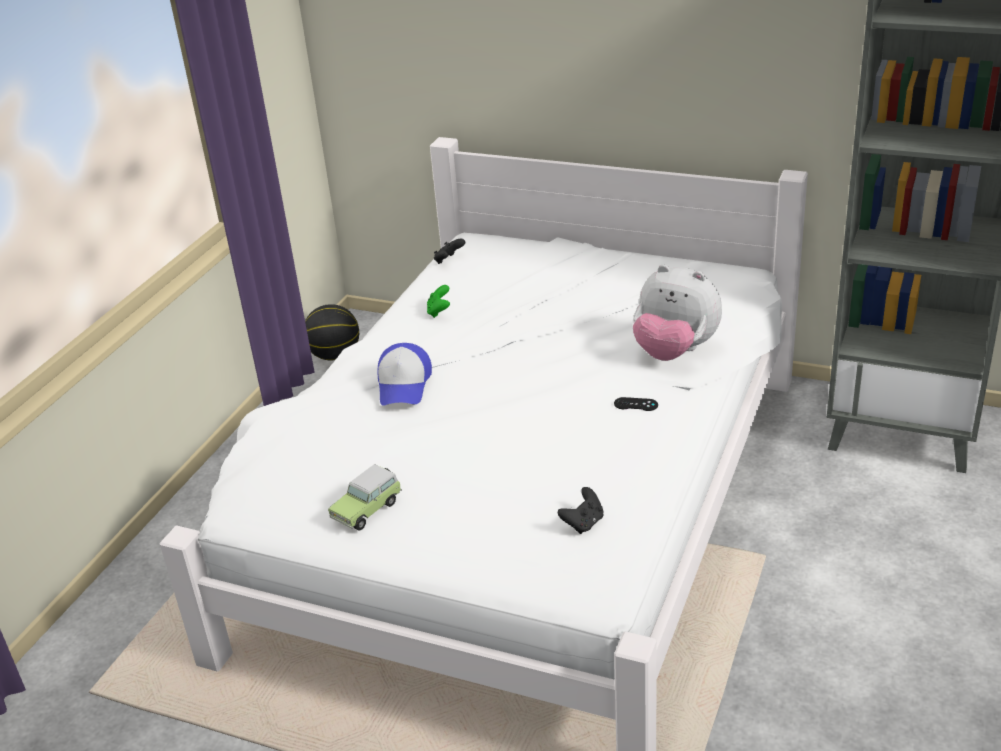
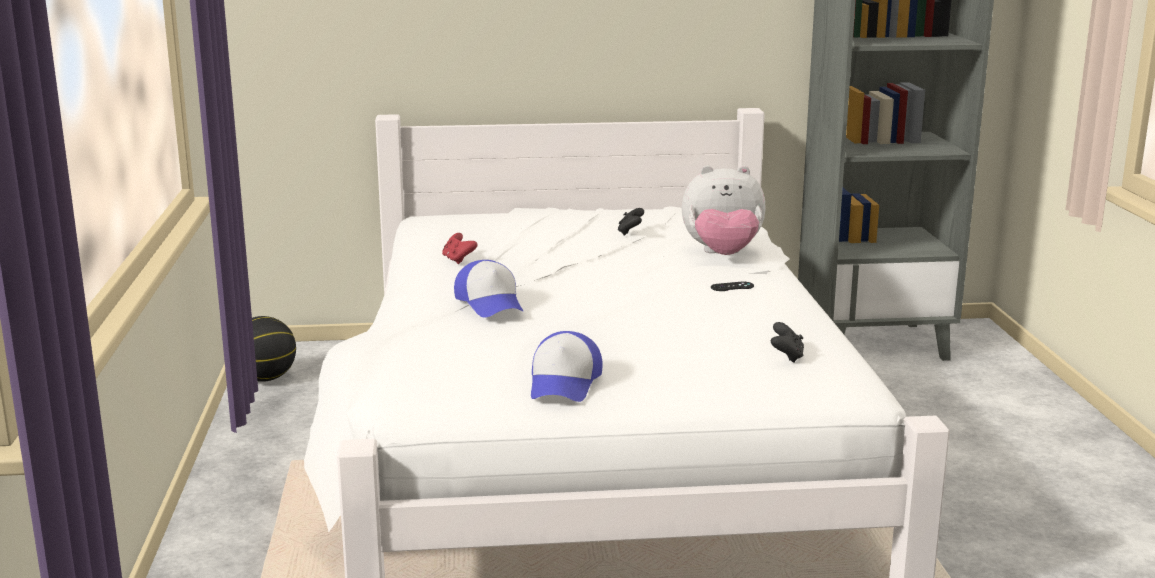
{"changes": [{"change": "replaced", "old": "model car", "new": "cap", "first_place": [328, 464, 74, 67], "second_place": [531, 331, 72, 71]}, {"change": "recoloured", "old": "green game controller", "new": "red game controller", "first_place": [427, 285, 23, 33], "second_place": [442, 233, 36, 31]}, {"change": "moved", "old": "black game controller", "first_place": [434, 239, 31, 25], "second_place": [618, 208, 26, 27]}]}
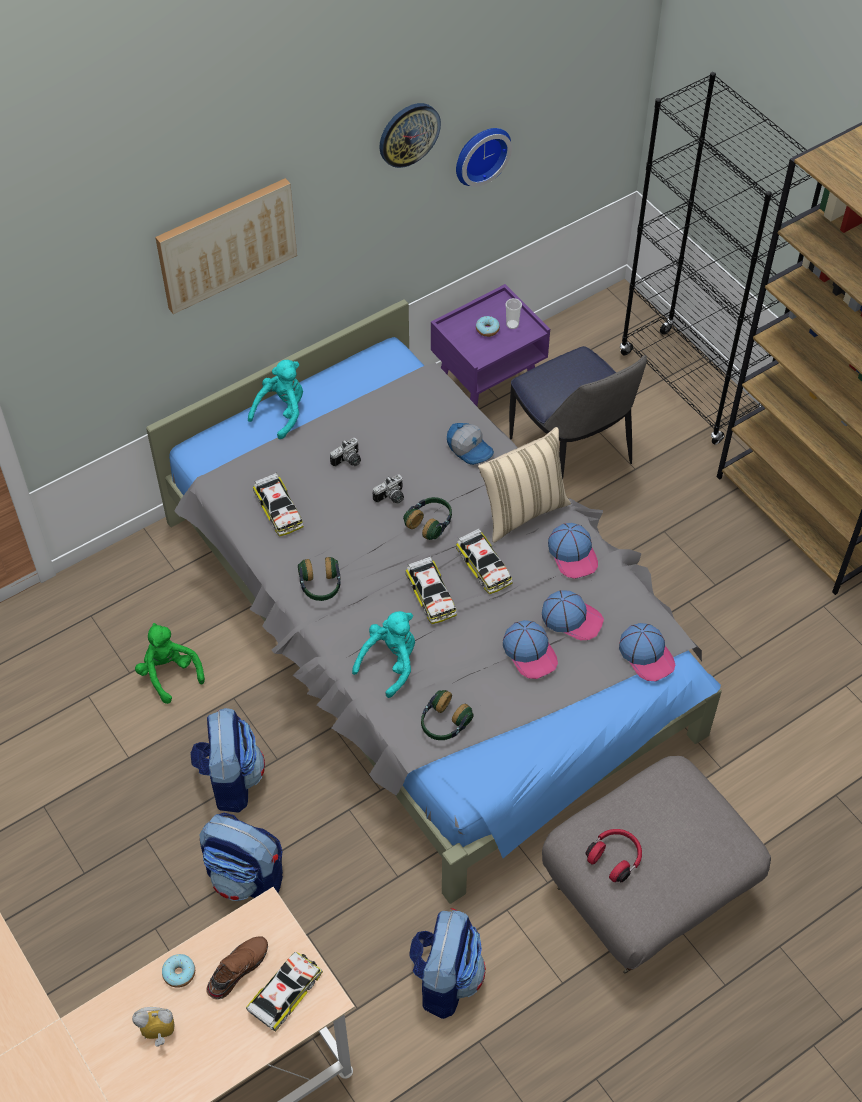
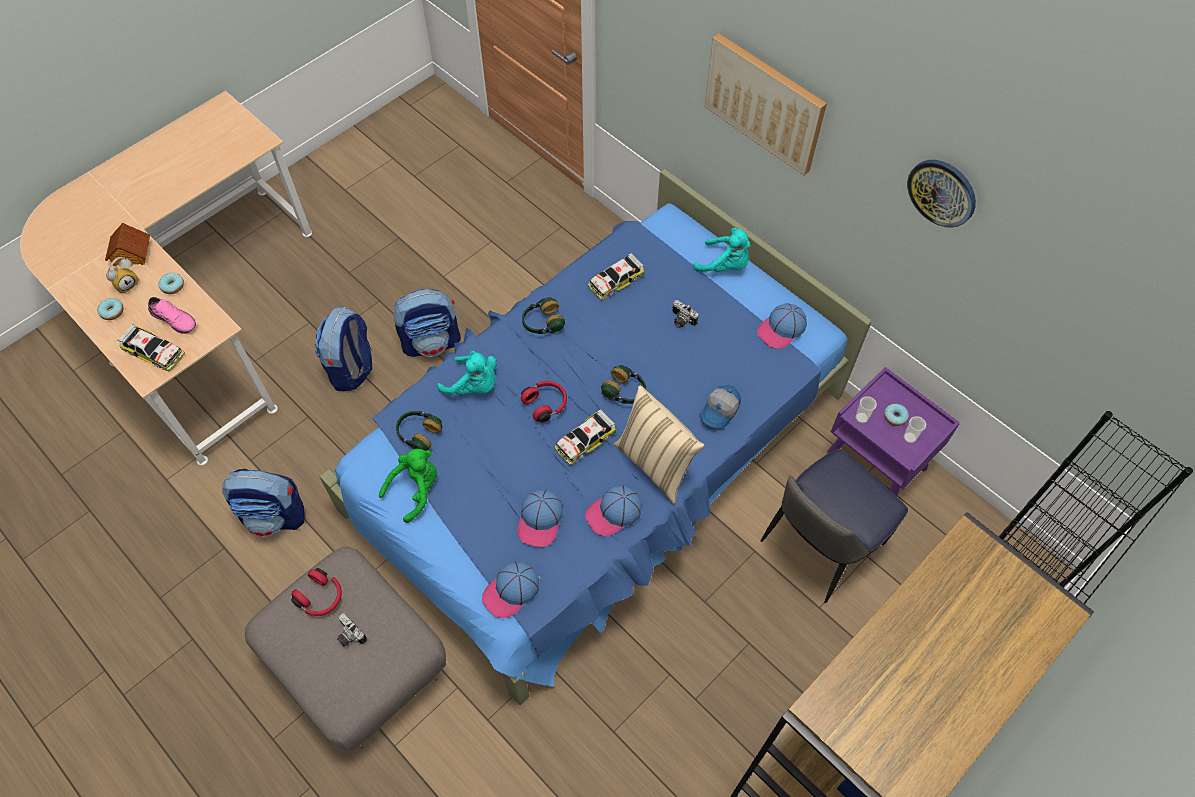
{"changes": [{"change": "turned", "old": "bedside clock", "first_place": [132, 1007, 42, 40], "second_place": [106, 257, 33, 37], "degrees": 60}, {"change": "moved", "old": "green soft toy", "first_place": [135, 623, 70, 81], "second_place": [379, 449, 58, 74]}, {"change": "recoloured", "old": "greyish bed", "new": "blue-coloured bed", "first_place": [146, 299, 576, 605], "second_place": [320, 169, 552, 536]}, {"change": "recoloured", "old": "brown shoe", "new": "pinkish shoe", "first_place": [206, 937, 62, 63], "second_place": [148, 297, 48, 37]}, {"change": "moved", "old": "photo camera", "first_place": [373, 474, 31, 30], "second_place": [337, 613, 30, 34]}, {"change": "replaced", "old": "model car", "new": "red headset", "first_place": [406, 556, 51, 68], "second_place": [521, 381, 46, 42]}, {"change": "removed", "old": "hanging clock", "first_place": [456, 128, 56, 59]}, {"change": "moved", "old": "cap", "first_place": [503, 620, 55, 59], "second_place": [757, 303, 50, 46]}, {"change": "added", "new": "doughnut", "second_place": [97, 298, 27, 22]}, {"change": "added", "new": "miniature house", "second_place": [105, 222, 45, 44]}, {"change": "added", "new": "drinking cup", "second_place": [855, 396, 22, 27]}]}
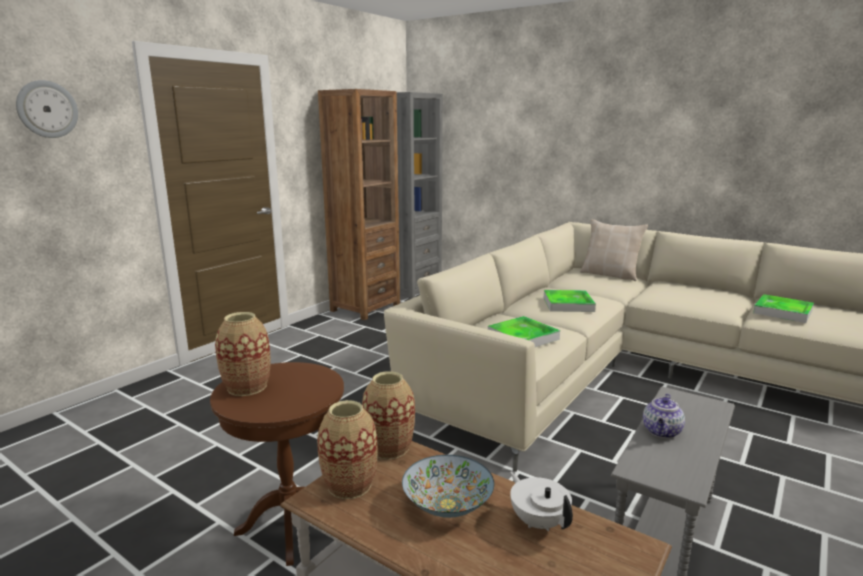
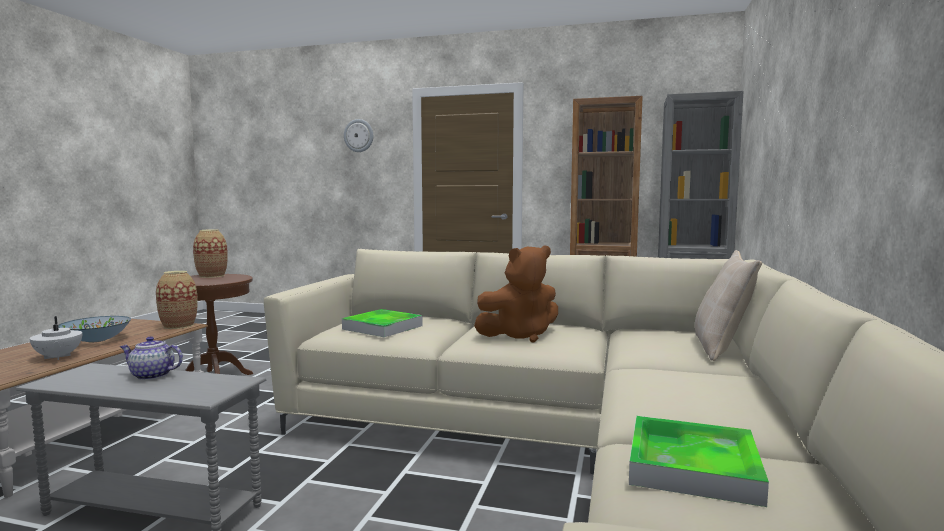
{"changes": [{"change": "removed", "old": "decorative vase", "first_place": [317, 400, 61, 99]}, {"change": "turned", "old": "whitish teapot", "first_place": [510, 471, 63, 60], "second_place": [29, 316, 53, 44], "degrees": 105}, {"change": "replaced", "old": "tray", "new": "brown soft toy", "first_place": [544, 290, 52, 22], "second_place": [474, 245, 84, 98]}]}
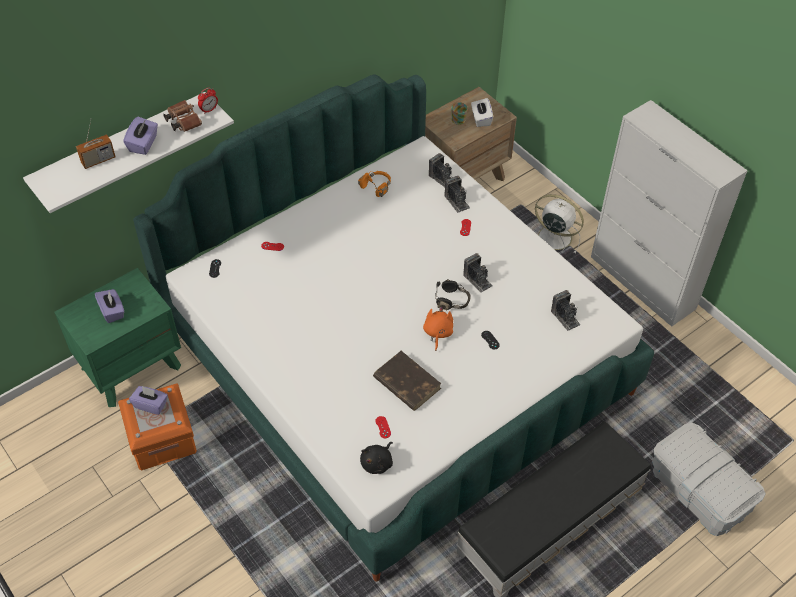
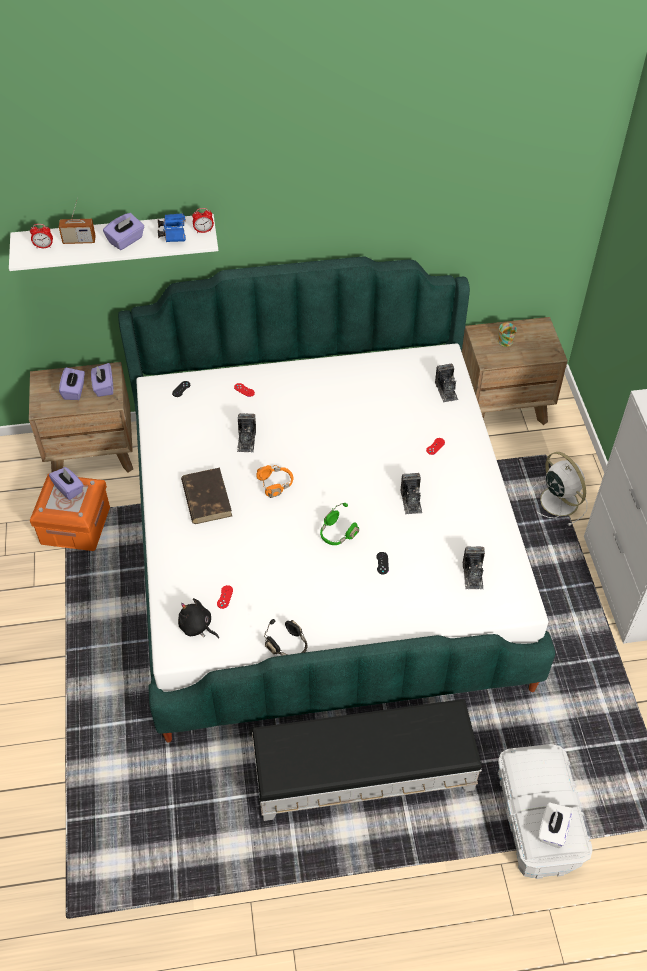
{"changes": [{"change": "recoloured", "old": "green night table", "new": "brown night table", "first_place": [54, 268, 127, 139], "second_place": [29, 362, 104, 110]}, {"change": "recoloured", "old": "brown pair of binoculars", "new": "blue-coloured pair of binoculars", "first_place": [163, 100, 39, 32], "second_place": [158, 213, 28, 29]}, {"change": "moved", "old": "orange headset", "first_place": [358, 171, 33, 26], "second_place": [256, 465, 38, 33]}, {"change": "turned", "old": "black soft toy", "first_place": [360, 442, 33, 32], "second_place": [178, 598, 41, 41], "degrees": 60}, {"change": "moved", "old": "brown book", "first_place": [373, 351, 68, 60], "second_place": [181, 467, 51, 57]}, {"change": "replaced", "old": "orange soft toy", "new": "green headset", "first_place": [423, 306, 30, 45], "second_place": [320, 503, 39, 42]}, {"change": "moved", "old": "black headset", "first_place": [435, 279, 36, 31], "second_place": [264, 619, 43, 37]}, {"change": "moved", "old": "photo camera", "first_place": [444, 176, 26, 37], "second_place": [237, 413, 19, 39]}, {"change": "moved", "old": "whitish tissue holder", "first_place": [471, 98, 22, 29], "second_place": [539, 802, 34, 46]}, {"change": "added", "new": "bedside clock", "second_place": [30, 224, 23, 24]}, {"change": "added", "new": "purplish tissue holder", "second_place": [91, 363, 22, 34]}]}
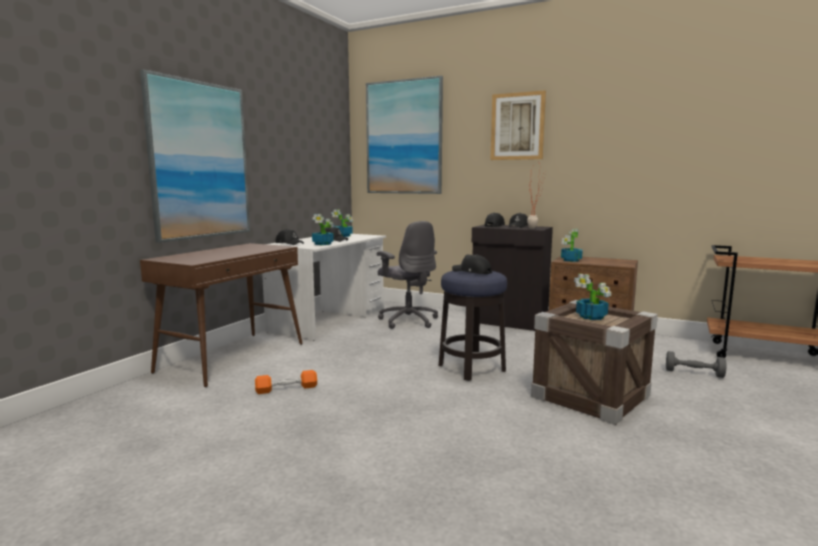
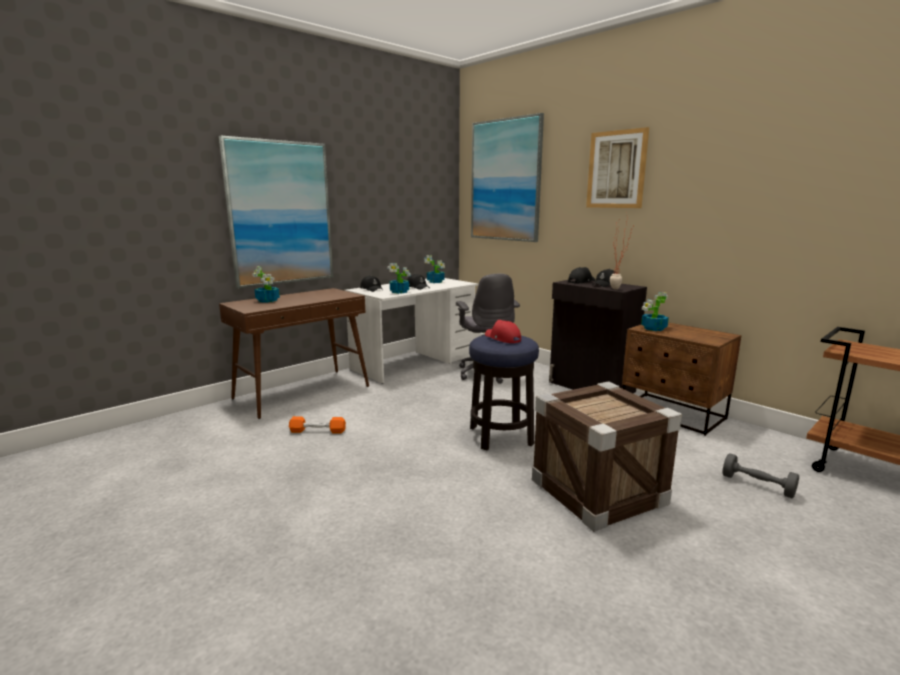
{"changes": [{"change": "recoloured", "old": "black cap", "new": "red cap", "first_place": [452, 254, 40, 20], "second_place": [485, 320, 36, 23]}, {"change": "moved", "old": "houseplant", "first_place": [574, 274, 37, 46], "second_place": [252, 266, 28, 37]}]}
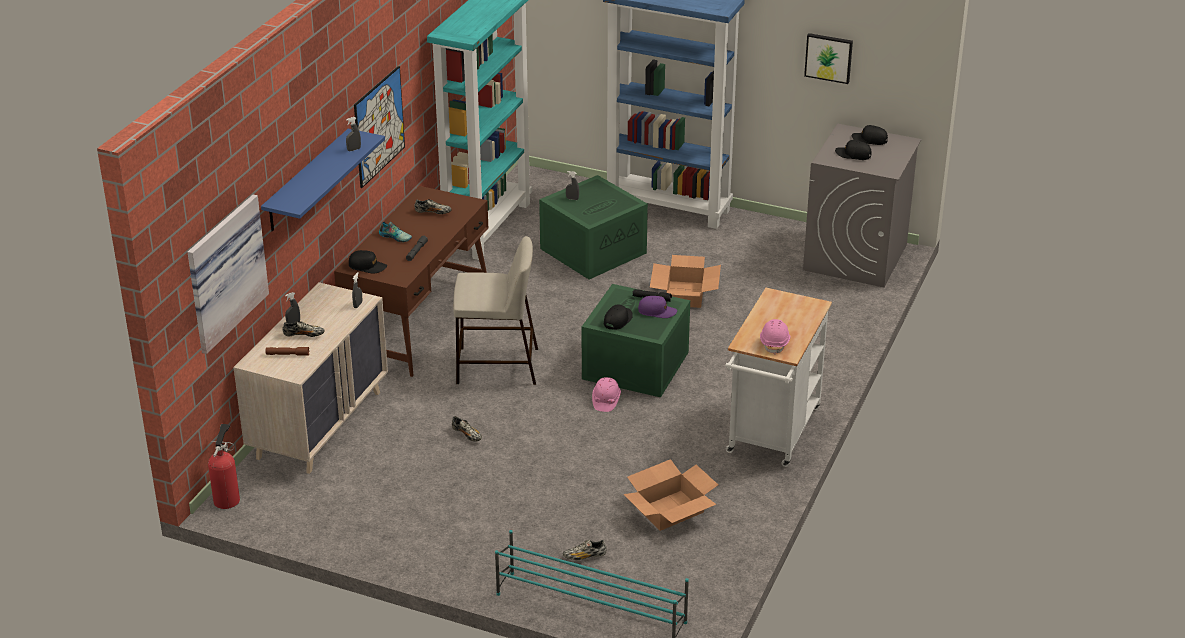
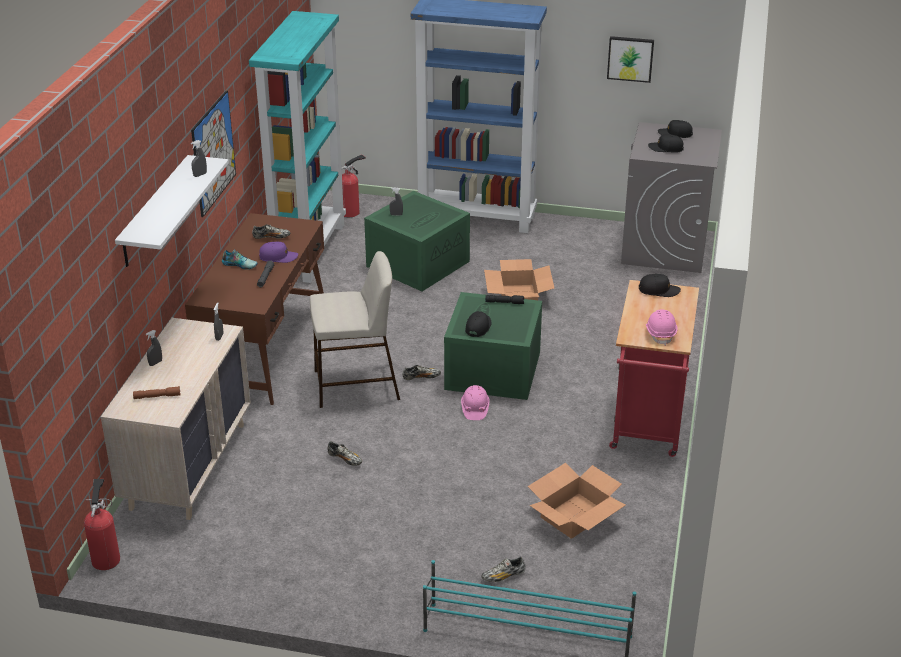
{"changes": [{"change": "removed", "old": "wall picture", "first_place": [187, 194, 82, 160]}, {"change": "recoloured", "old": "blue-coloured shelf", "new": "whitish shelf", "first_place": [261, 129, 124, 103], "second_place": [115, 155, 114, 112]}, {"change": "moved", "old": "shoe", "first_place": [283, 321, 41, 16], "second_place": [402, 365, 39, 15]}, {"change": "moved", "old": "black cap", "first_place": [349, 250, 38, 24], "second_place": [639, 274, 42, 23]}, {"change": "moved", "old": "purplish cap", "first_place": [638, 296, 39, 22], "second_place": [259, 242, 39, 21]}, {"change": "recoloured", "old": "whitish wheeled cart", "new": "red wheeled cart", "first_place": [725, 288, 107, 179], "second_place": [609, 280, 90, 177]}, {"change": "added", "new": "fire-fighting cylinder", "second_place": [342, 154, 24, 63]}]}
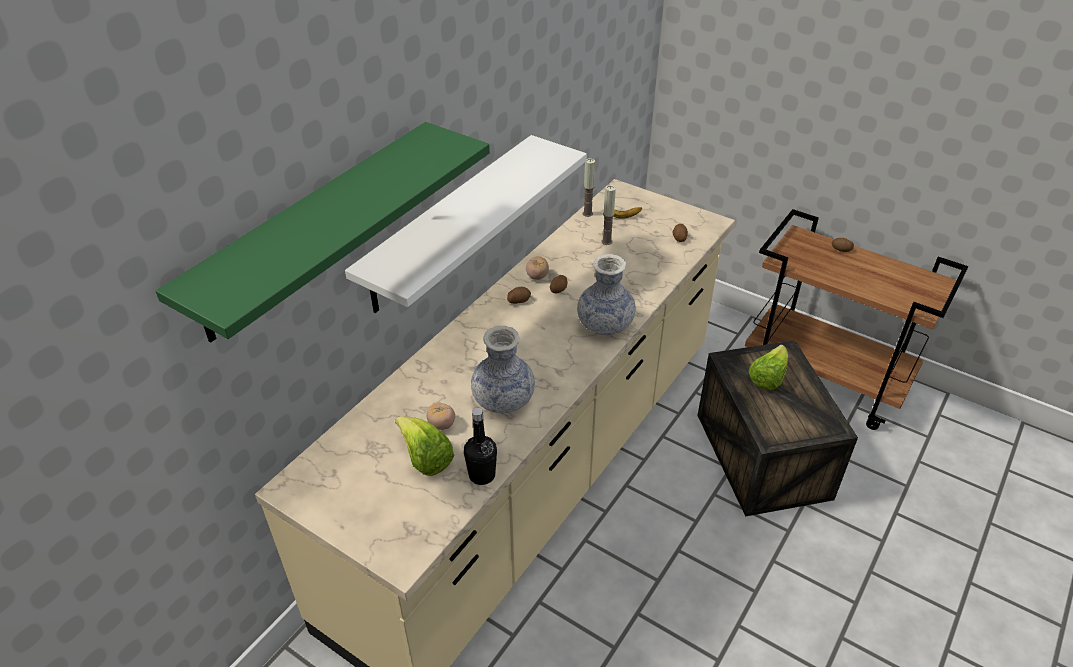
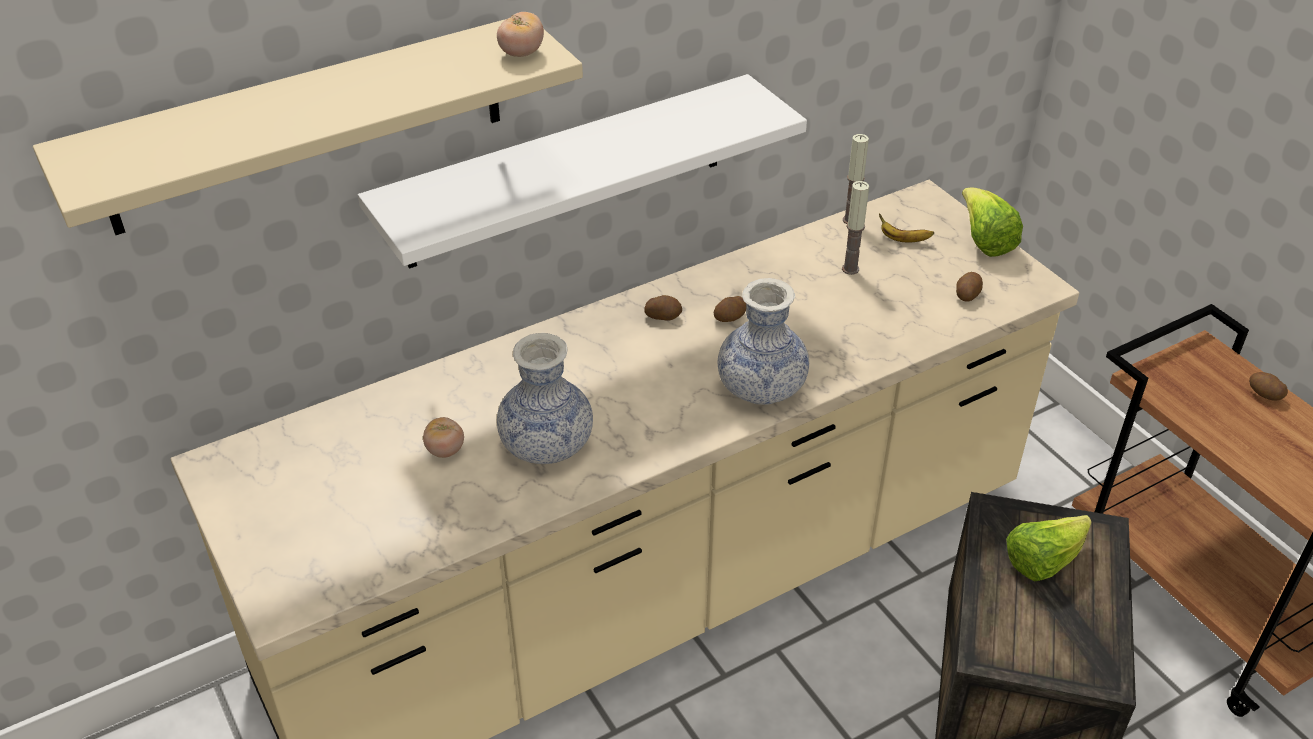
{"changes": [{"change": "recoloured", "old": "green shelf", "new": "sand-coloured shelf", "first_place": [155, 122, 335, 221], "second_place": [33, 19, 550, 216]}, {"change": "moved", "old": "lettuce", "first_place": [395, 416, 60, 60], "second_place": [962, 188, 61, 69]}, {"change": "removed", "old": "black beverage bottle", "first_place": [464, 408, 33, 77]}, {"change": "moved", "old": "whole tomato", "first_place": [526, 256, 23, 24], "second_place": [497, 12, 47, 45]}]}
